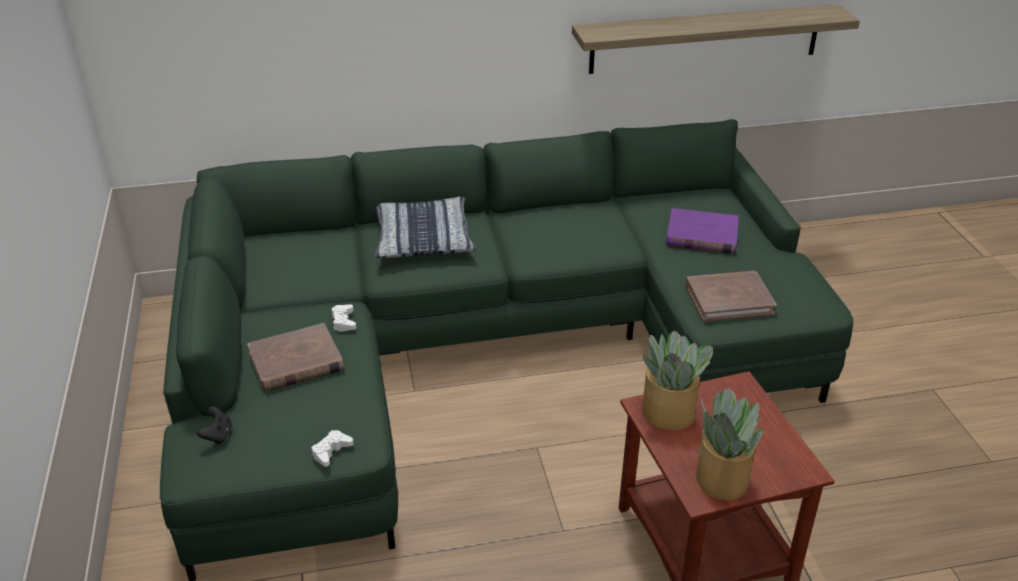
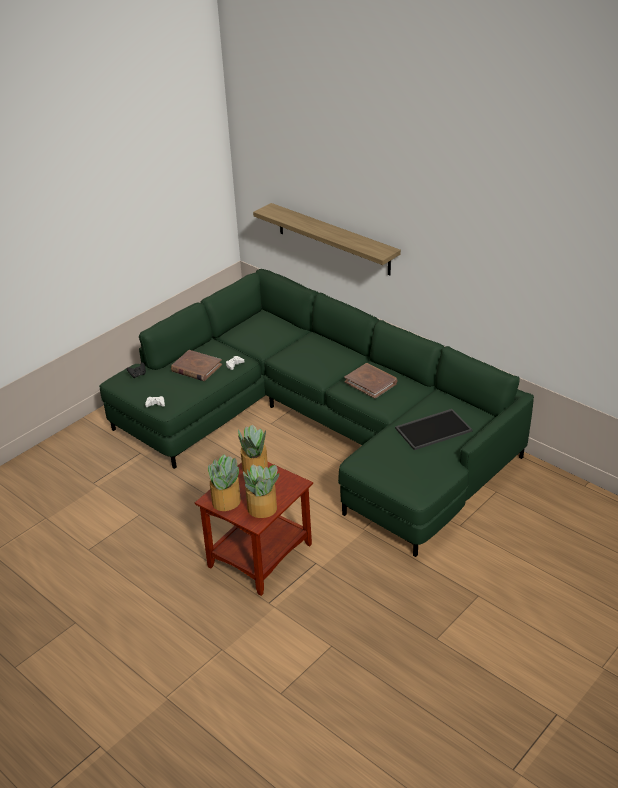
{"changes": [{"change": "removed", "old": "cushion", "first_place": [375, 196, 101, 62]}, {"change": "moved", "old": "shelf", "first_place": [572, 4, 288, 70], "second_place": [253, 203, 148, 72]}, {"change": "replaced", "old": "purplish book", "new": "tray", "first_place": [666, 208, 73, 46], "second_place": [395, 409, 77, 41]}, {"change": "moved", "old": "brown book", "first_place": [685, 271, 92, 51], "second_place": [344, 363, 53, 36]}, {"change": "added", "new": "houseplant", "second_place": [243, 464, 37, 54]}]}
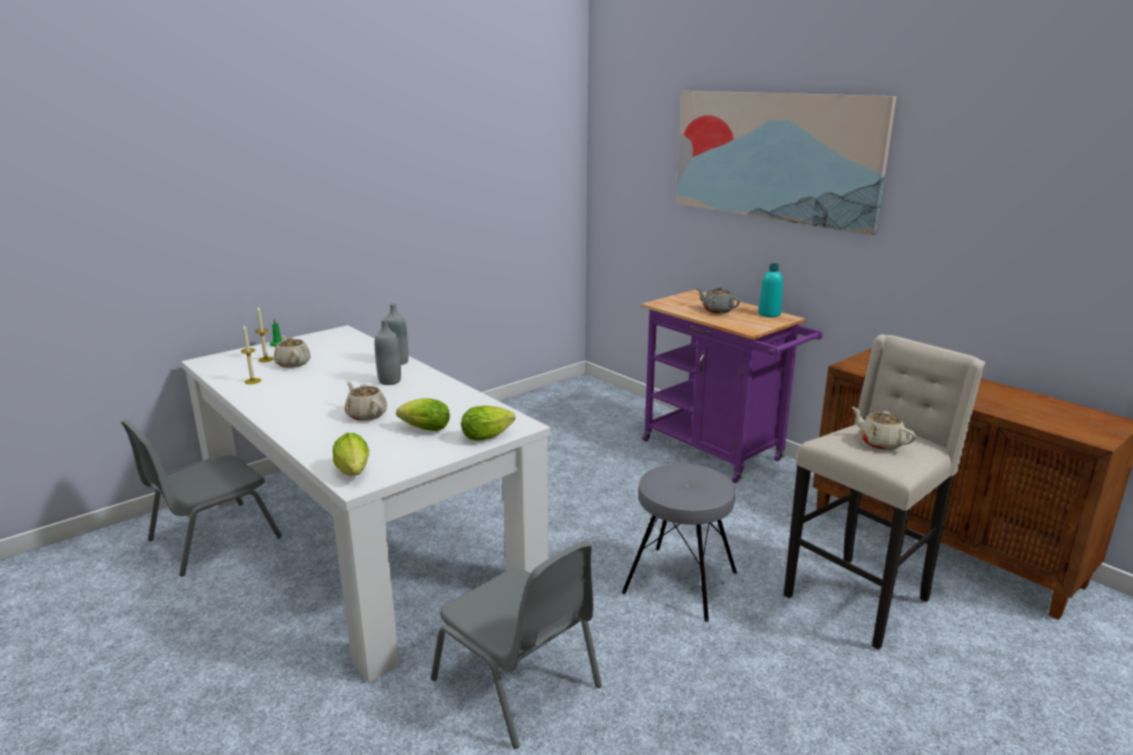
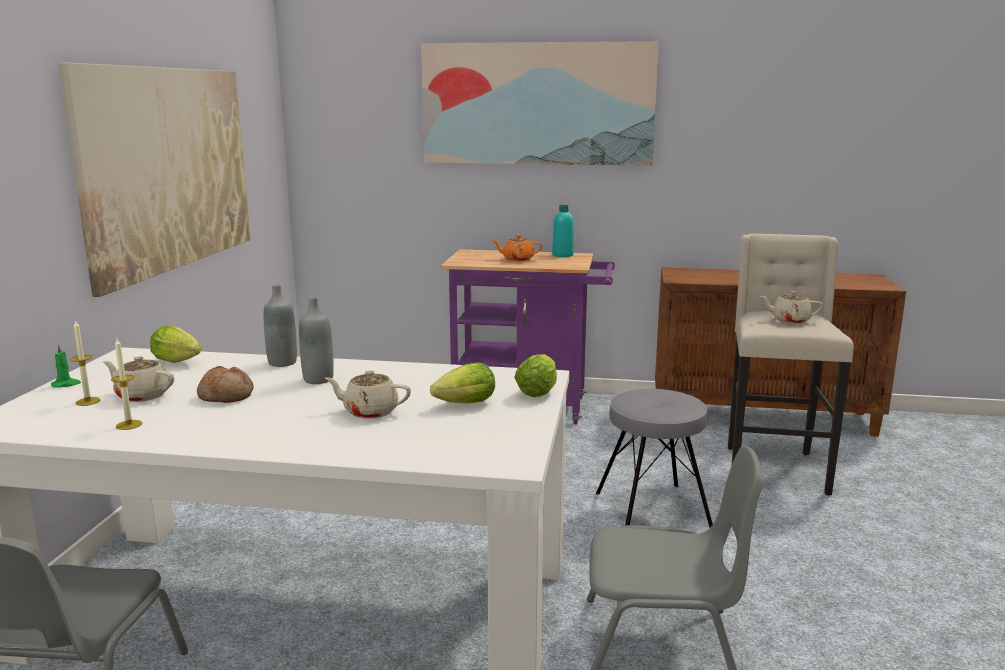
{"changes": [{"change": "moved", "old": "lettuce", "first_place": [333, 433, 36, 43], "second_place": [150, 326, 51, 37]}, {"change": "recoloured", "old": "greyish teapot", "new": "orange teapot", "first_place": [696, 287, 44, 27], "second_place": [492, 235, 50, 26]}, {"change": "added", "new": "wall picture", "second_place": [58, 62, 193, 235]}, {"change": "added", "new": "baked bread", "second_place": [197, 366, 57, 37]}]}
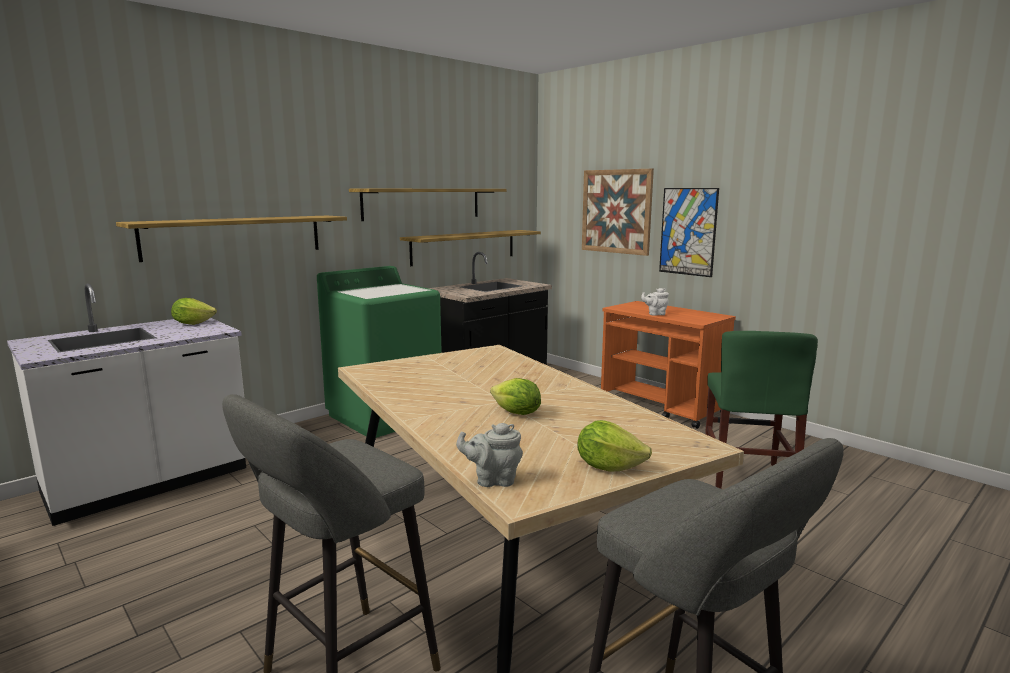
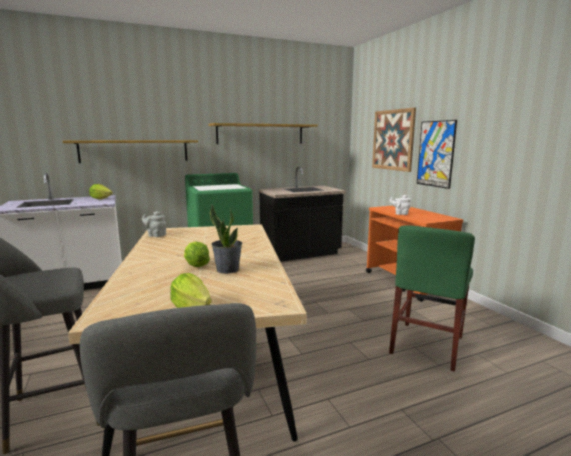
{"changes": [{"change": "removed", "old": "shelf", "first_place": [400, 230, 141, 36]}, {"change": "moved", "old": "greyish teapot", "first_place": [456, 423, 67, 64], "second_place": [142, 211, 24, 26]}, {"change": "added", "new": "houseplant", "second_place": [210, 204, 32, 70]}]}
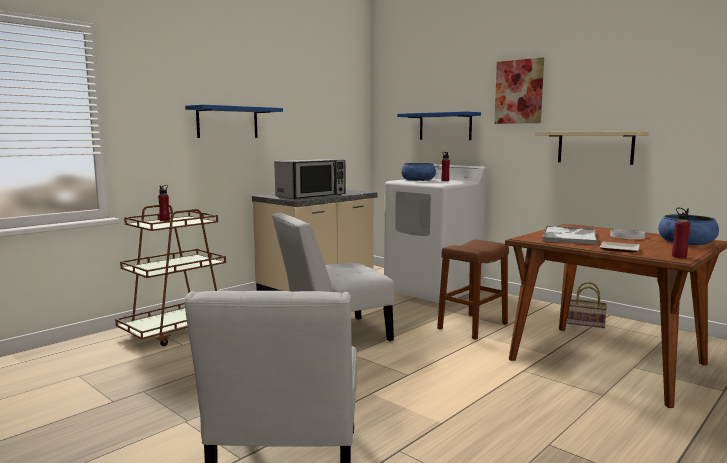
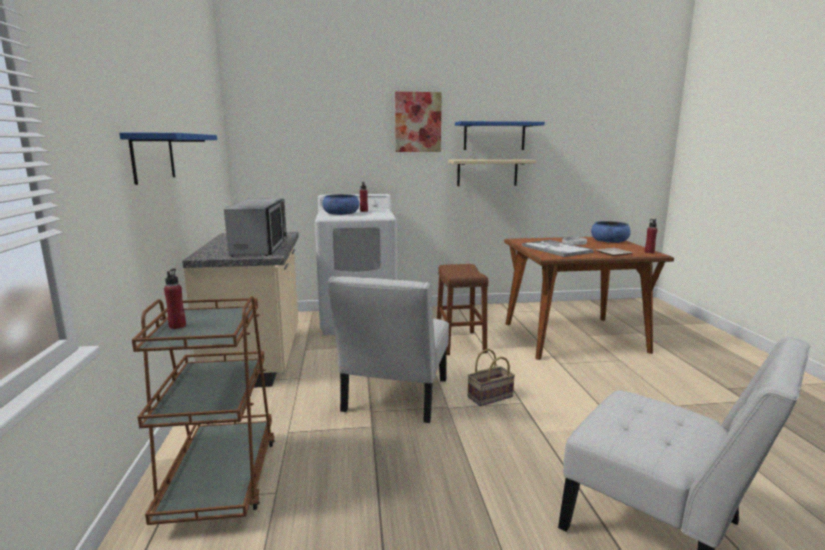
{"changes": [{"change": "moved", "old": "blue-coloured shelf", "first_place": [397, 111, 84, 29], "second_place": [455, 121, 90, 29]}, {"change": "moved", "old": "basket", "first_place": [567, 282, 40, 46], "second_place": [468, 349, 47, 57]}]}
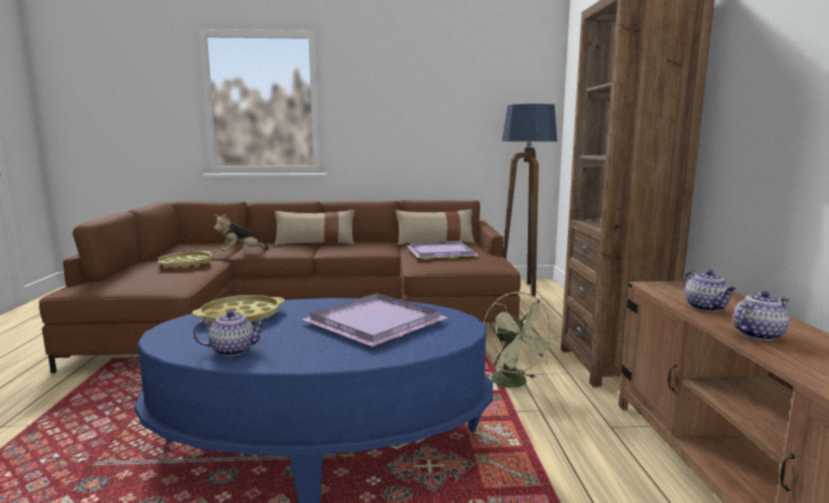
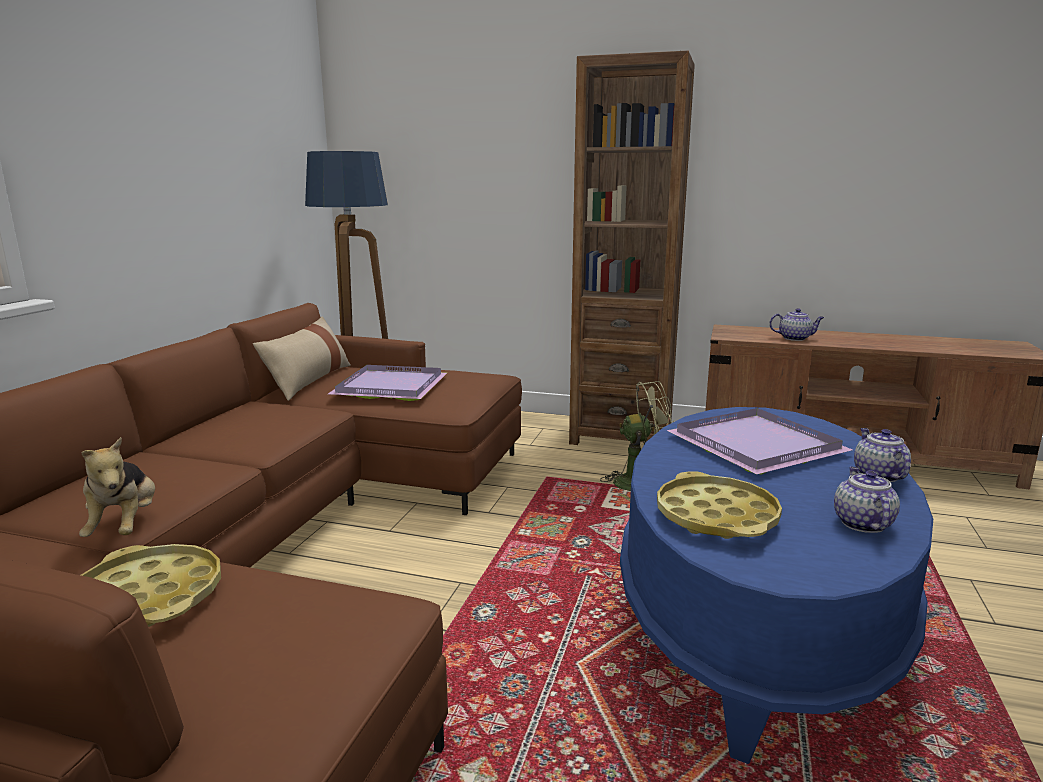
{"changes": [{"change": "removed", "old": "sand-coloured cushion", "first_place": [274, 210, 81, 36]}, {"change": "moved", "old": "teapot", "first_place": [734, 291, 55, 50], "second_place": [854, 428, 57, 54]}]}
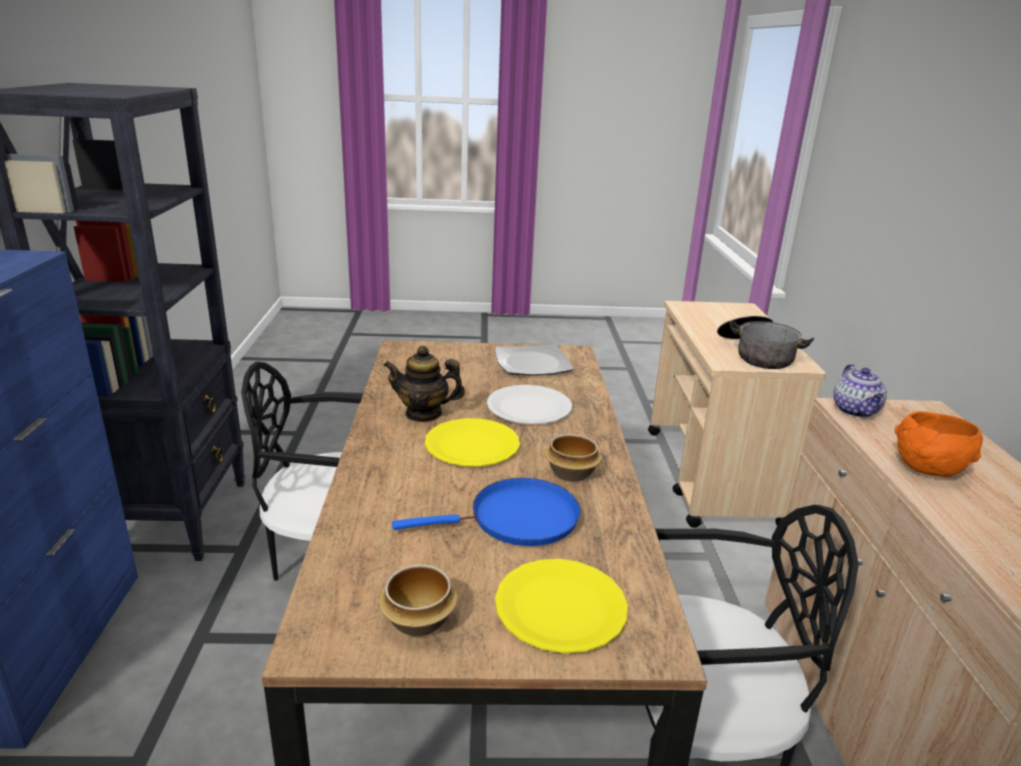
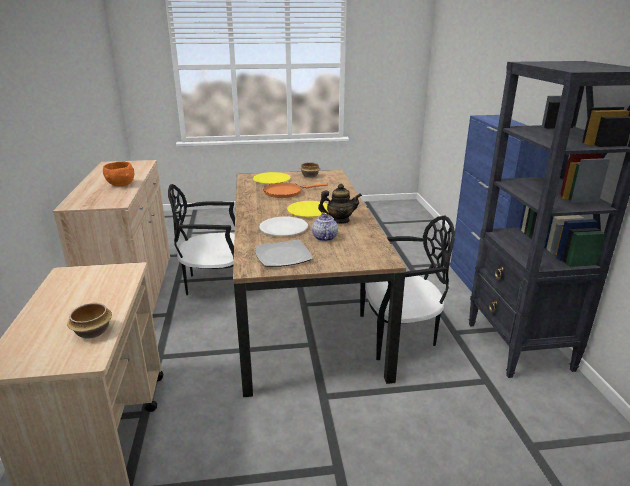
{"changes": [{"change": "recoloured", "old": "blue-coloured skillet", "new": "orange skillet", "first_place": [392, 478, 189, 68], "second_place": [263, 183, 65, 15]}, {"change": "moved", "old": "deep dish", "first_place": [545, 434, 57, 48], "second_place": [67, 303, 45, 36]}, {"change": "removed", "old": "stockpot", "first_place": [717, 316, 97, 53]}, {"change": "moved", "old": "teapot", "first_place": [834, 364, 53, 54], "second_place": [312, 213, 26, 28]}]}
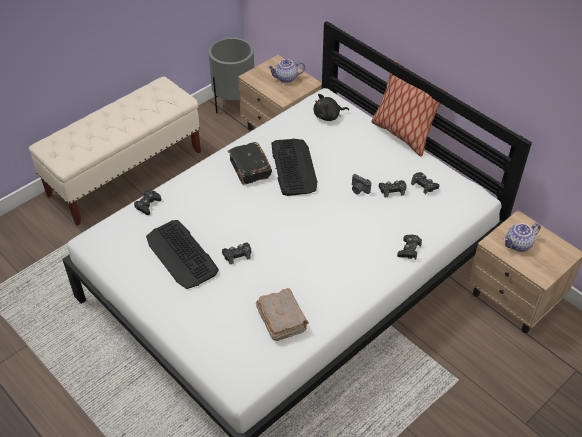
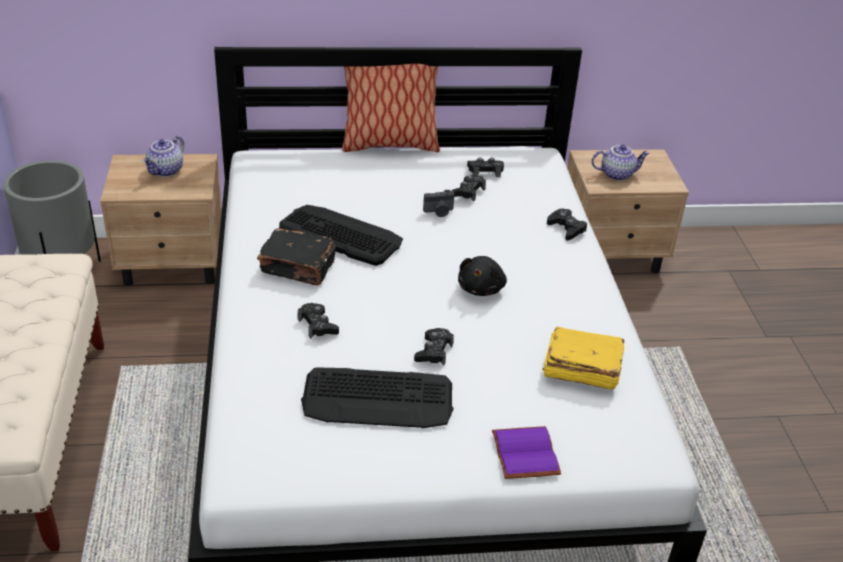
{"changes": [{"change": "moved", "old": "black game controller", "first_place": [134, 190, 27, 25], "second_place": [297, 303, 42, 36]}, {"change": "recoloured", "old": "brown book", "new": "yellowish book", "first_place": [256, 288, 53, 53], "second_place": [542, 327, 83, 63]}, {"change": "moved", "old": "black soft toy", "first_place": [314, 94, 35, 27], "second_place": [458, 256, 49, 40]}, {"change": "turned", "old": "teapot", "first_place": [504, 223, 37, 29], "second_place": [591, 145, 59, 36], "degrees": -105}, {"change": "added", "new": "purplish book", "second_place": [492, 426, 69, 53]}]}
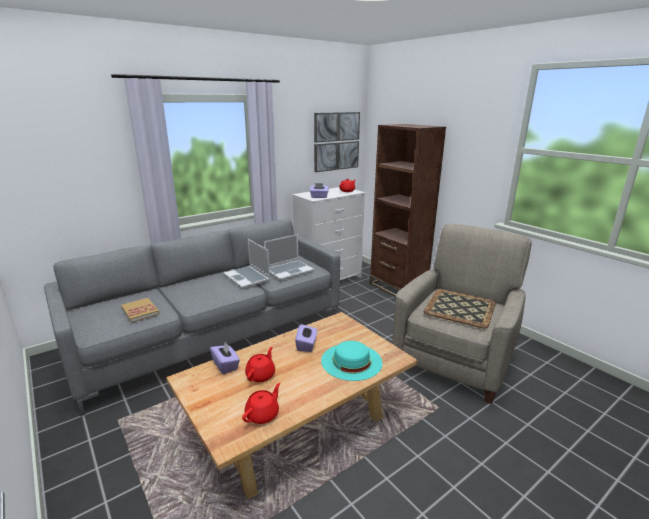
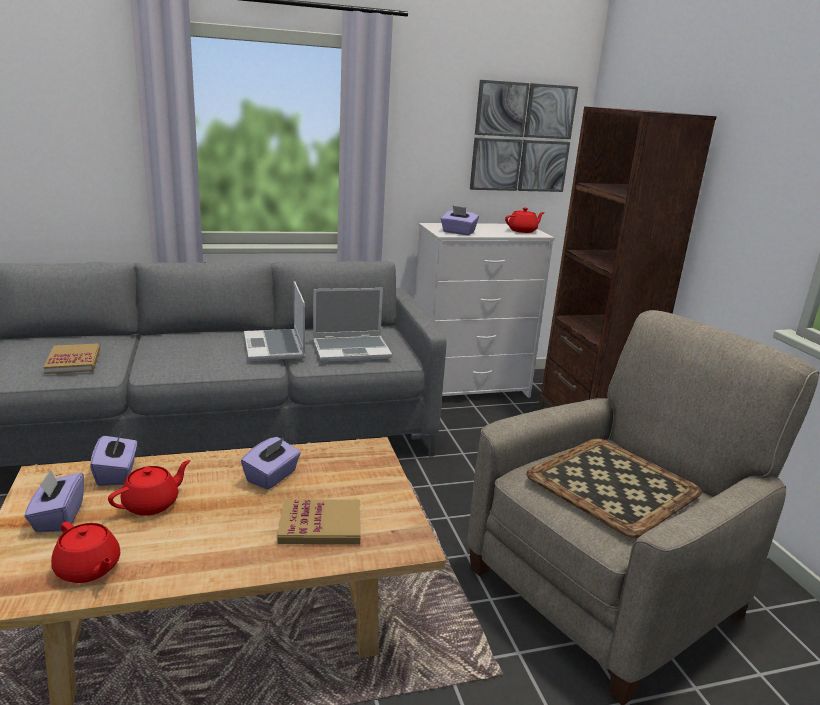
{"changes": [{"change": "turned", "old": "red teapot", "first_place": [242, 383, 39, 41], "second_place": [51, 522, 69, 61], "degrees": 75}, {"change": "replaced", "old": "blue-green wearable hat", "new": "book", "first_place": [321, 341, 61, 40], "second_place": [277, 499, 84, 45]}, {"change": "added", "new": "purplish tissue holder", "second_place": [25, 470, 59, 62]}]}
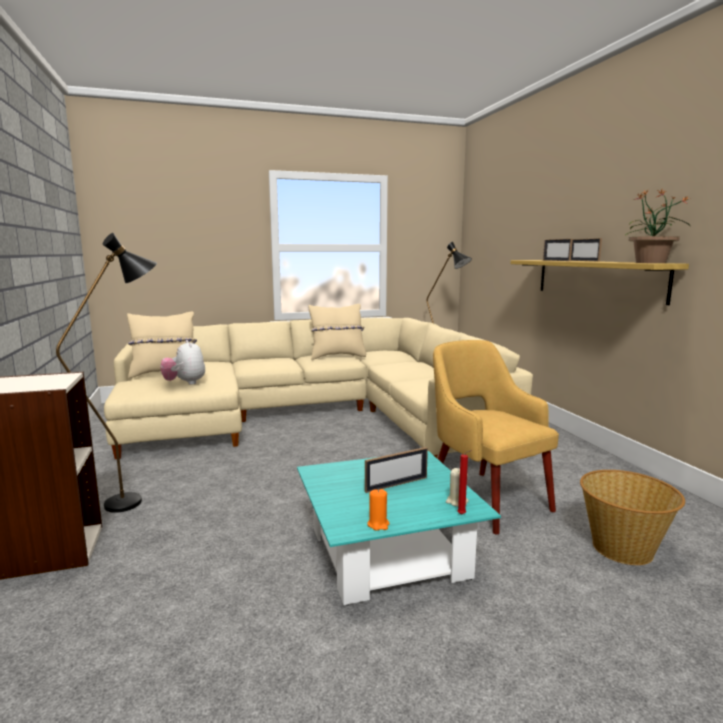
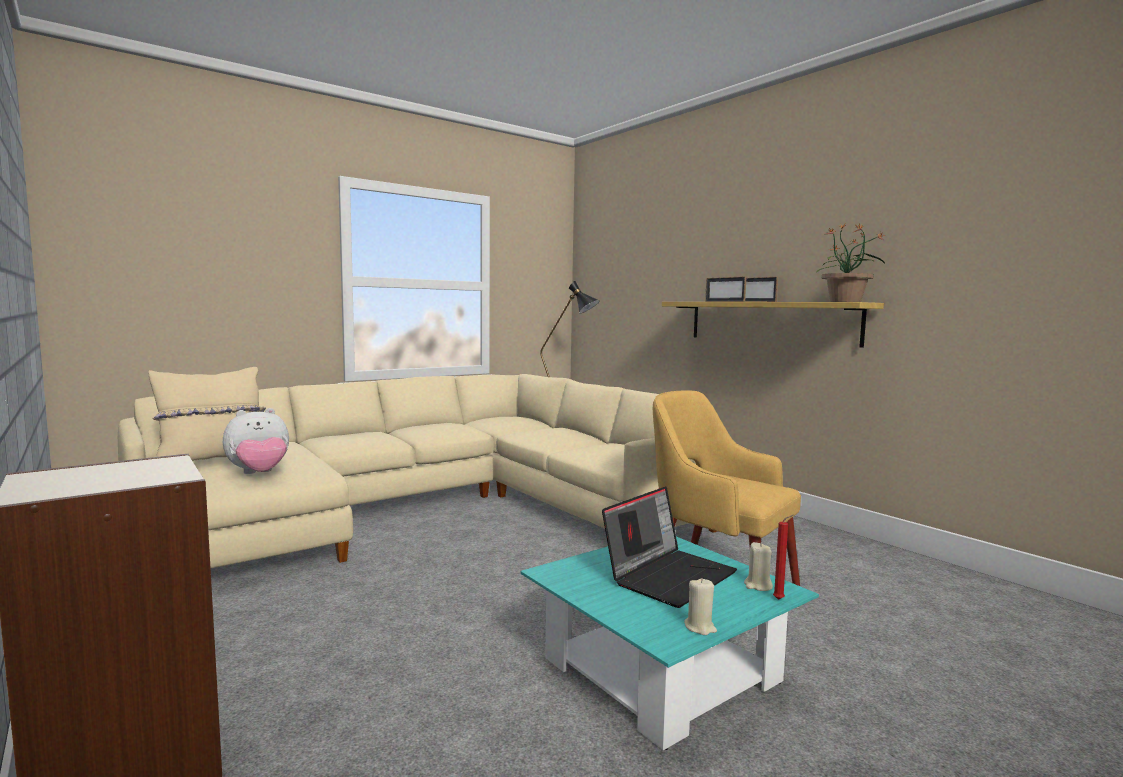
{"changes": [{"change": "removed", "old": "black floor lamp", "first_place": [56, 233, 101, 280]}, {"change": "turned", "old": "soft toy", "first_place": [161, 340, 44, 45], "second_place": [223, 408, 66, 66], "degrees": -75}, {"change": "removed", "old": "sand-coloured cushion", "first_place": [308, 304, 58, 56]}, {"change": "replaced", "old": "standing frame", "new": "portable computer", "first_place": [365, 447, 63, 46], "second_place": [602, 486, 135, 122]}, {"change": "recoloured", "old": "orange candle", "new": "sand-coloured candle", "first_place": [367, 489, 22, 41], "second_place": [684, 578, 33, 57]}, {"change": "removed", "old": "basket", "first_place": [580, 470, 105, 95]}]}
